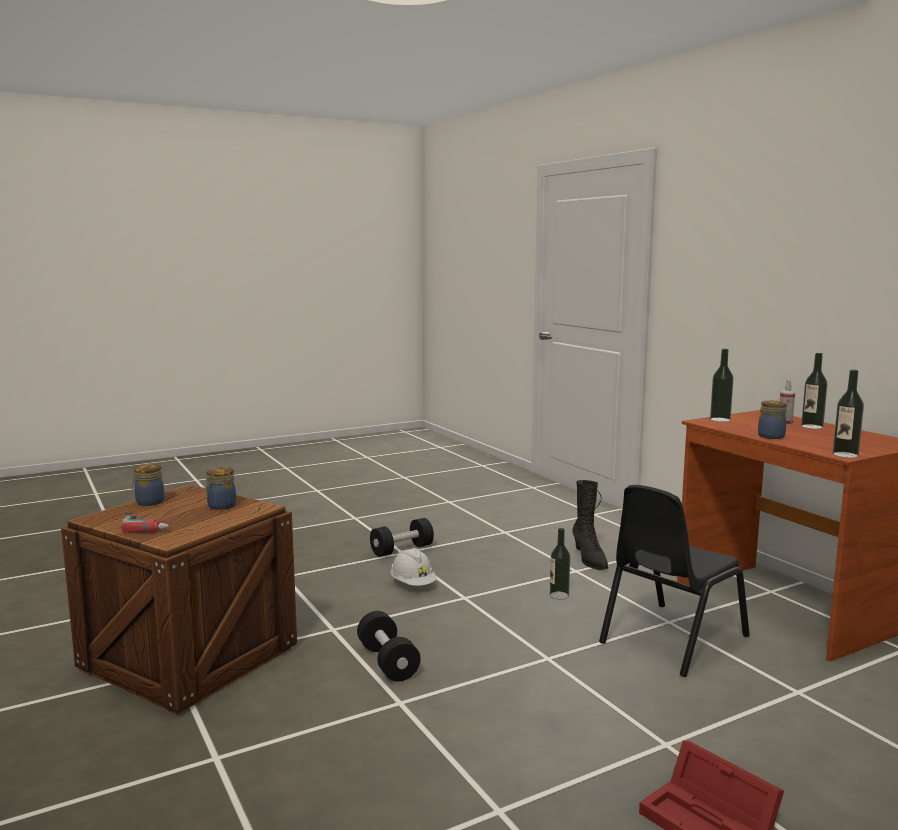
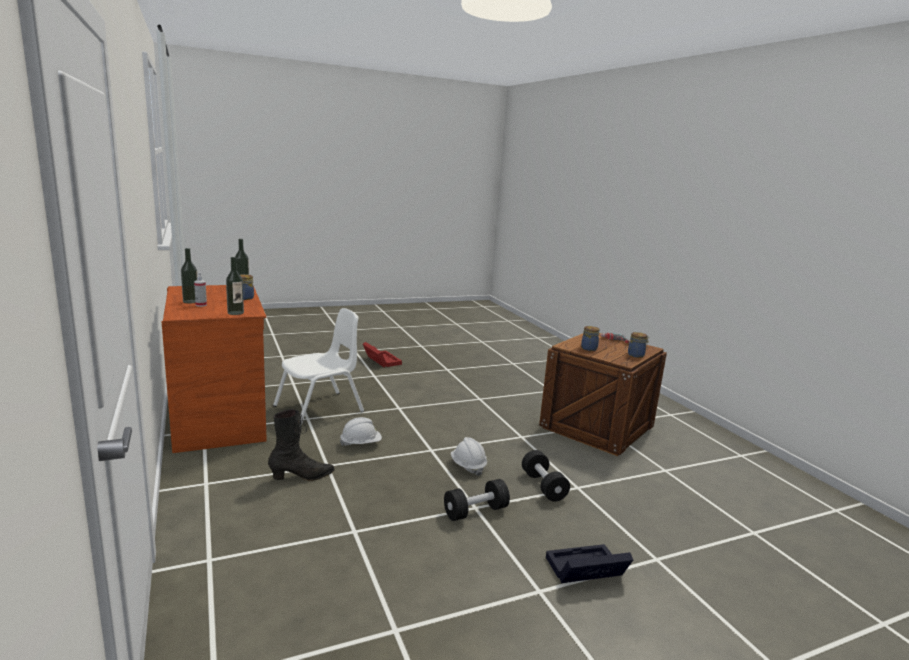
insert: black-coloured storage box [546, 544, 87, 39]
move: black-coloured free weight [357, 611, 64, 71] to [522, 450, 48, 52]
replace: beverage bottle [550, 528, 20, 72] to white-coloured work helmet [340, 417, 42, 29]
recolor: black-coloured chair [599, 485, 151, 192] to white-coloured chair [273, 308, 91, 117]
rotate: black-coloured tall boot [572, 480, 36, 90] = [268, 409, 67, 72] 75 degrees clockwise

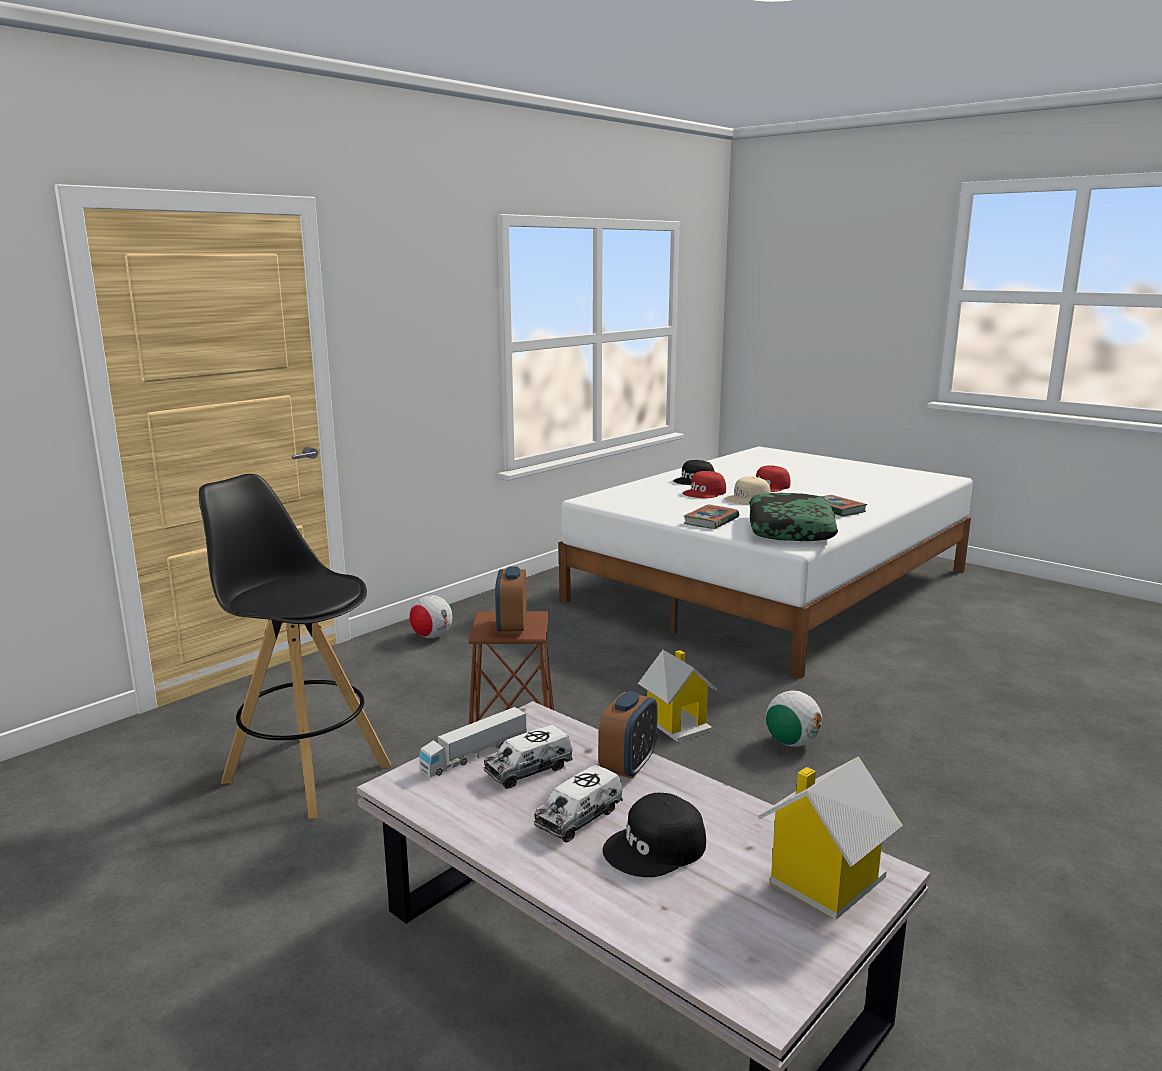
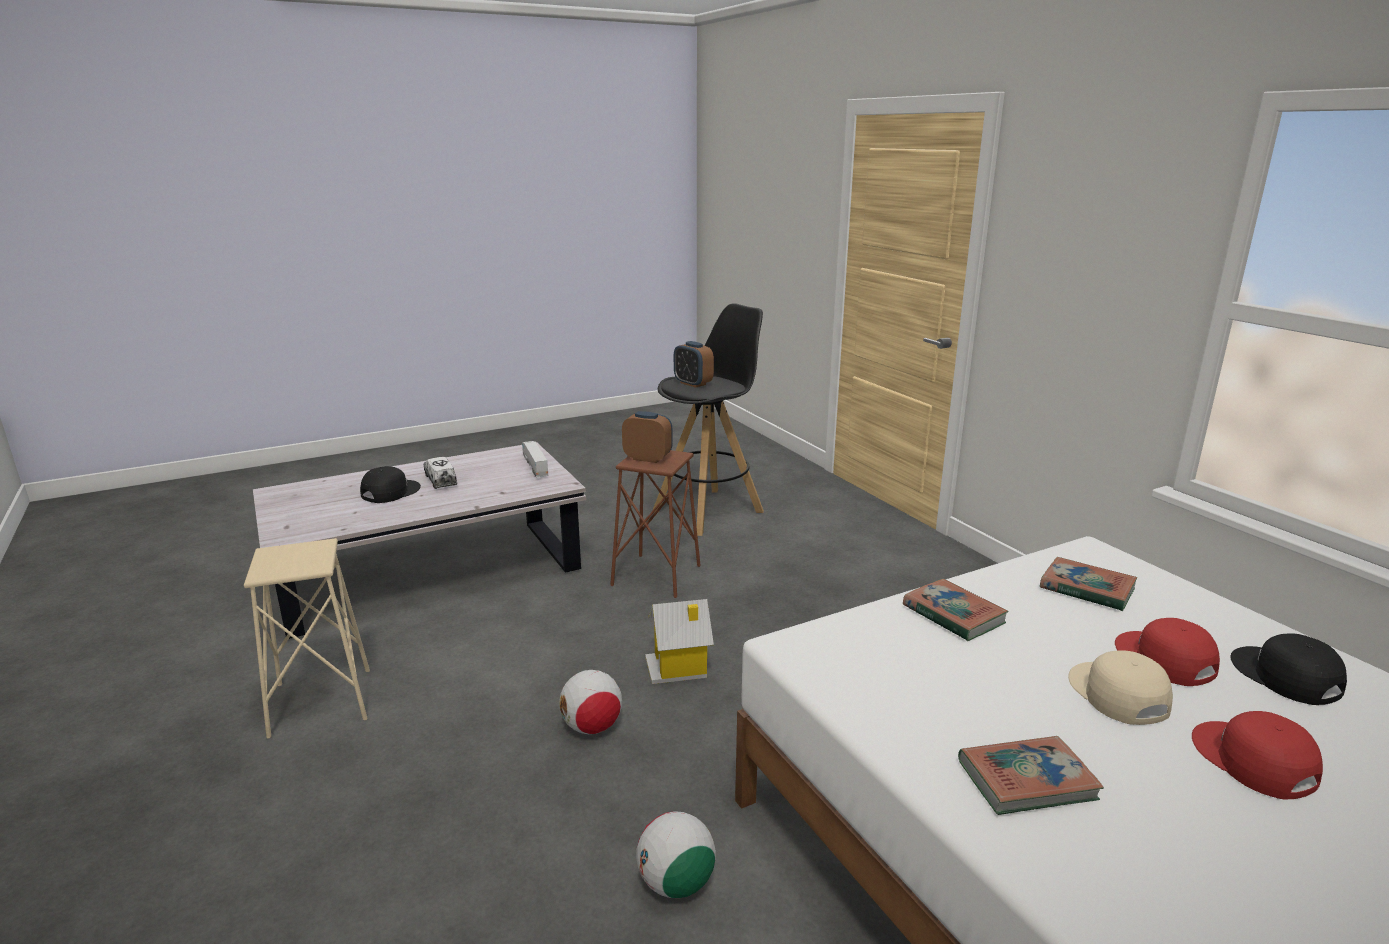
delete: toy lorry [483, 725, 90, 64]; pillow [749, 493, 89, 48]; miniature house [758, 756, 145, 164]
insert: sand-coloured stool [244, 538, 126, 201]; bound book [1040, 557, 97, 54]
move: football ball [409, 595, 44, 43] to [636, 811, 80, 87]; bedside clock [599, 691, 59, 88] to [674, 341, 40, 47]
rotate: black-coloured peaked cap [603, 793, 103, 84] = [360, 466, 61, 37] 45 degrees clockwise

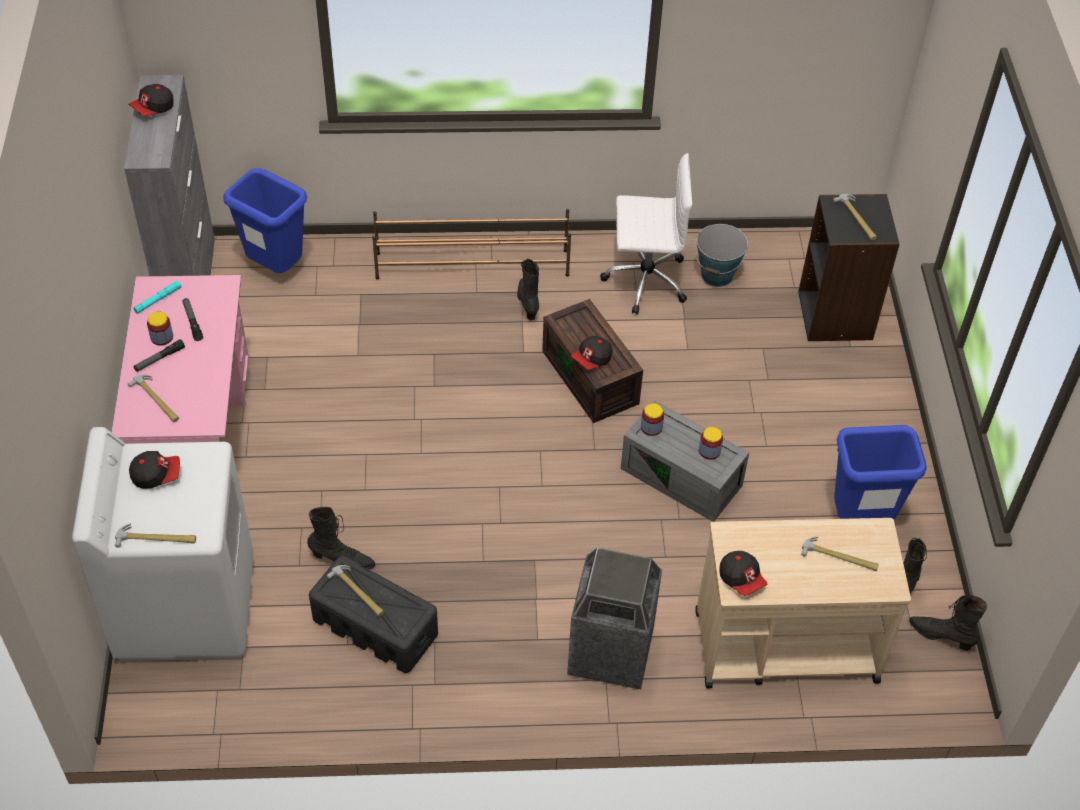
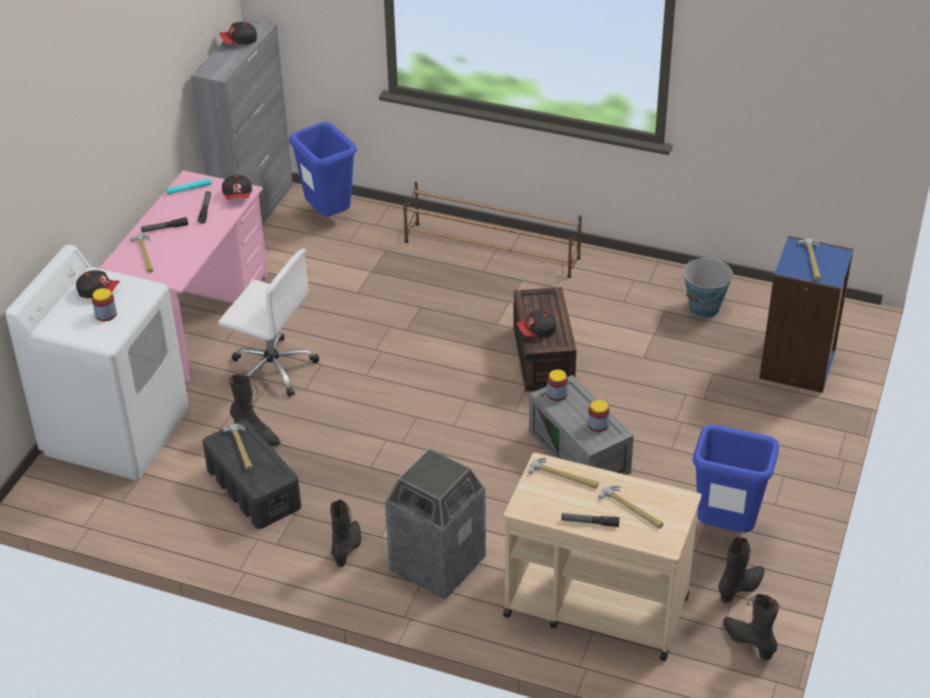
insert: flashlight [561, 513, 59, 14]
move: tool hammer [115, 524, 81, 24] to [528, 458, 71, 31]; jar [147, 311, 26, 35] to [92, 288, 25, 33]; black-coloured tall boot [517, 258, 22, 62] to [330, 499, 31, 68]; white-coloured desk chair [600, 153, 93, 162] to [218, 249, 101, 148]; peaked cap [719, 551, 48, 45] to [222, 175, 30, 25]
recolor: black-coloured shelving unit [798, 194, 102, 147] to bluish shelving unit [759, 236, 95, 157]

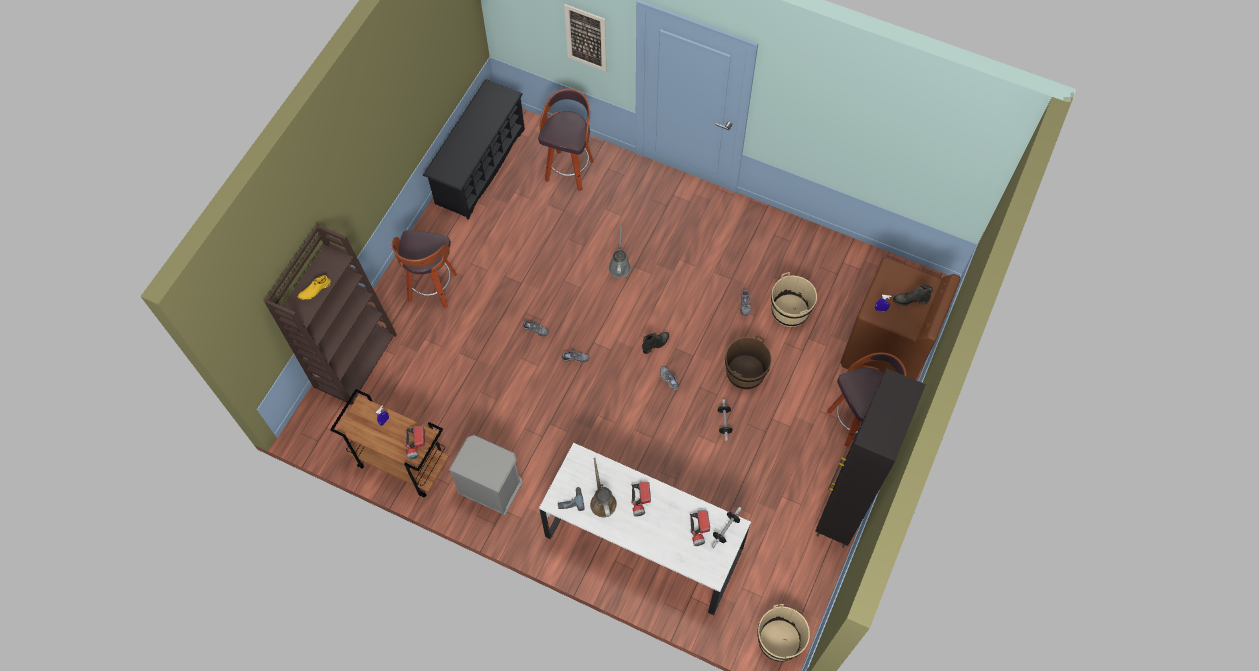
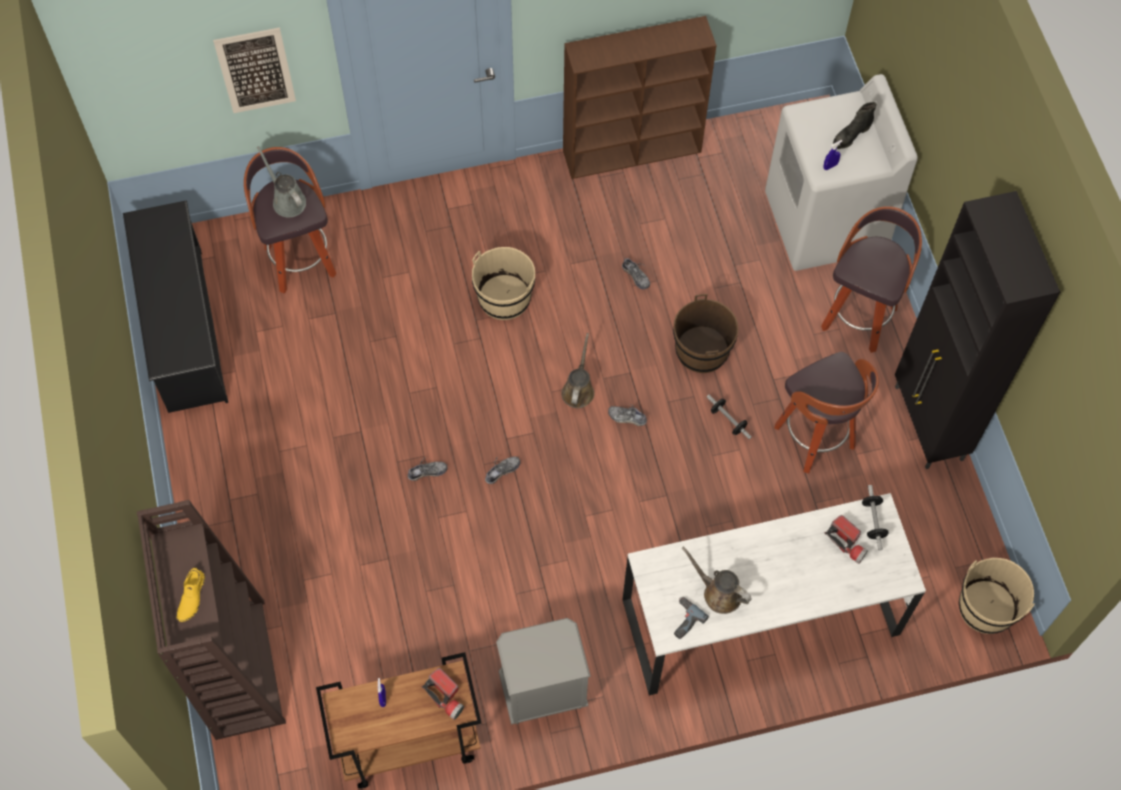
delete: flashlight [632, 482, 19, 35]
insert: brown-coloured shelving unit [563, 16, 154, 163]
move: stool [391, 230, 66, 78] to [774, 352, 105, 121]; gray watering pot [608, 226, 23, 52] to [257, 146, 49, 72]; sand-coloured bucket [771, 272, 46, 55] to [472, 247, 63, 73]
replace: black-coloured tall boot [642, 332, 27, 22] to brown-coloured watering pot [561, 333, 33, 75]
recolor: brown-coloured laundry machine [841, 257, 120, 123] to white-coloured laundry machine [765, 74, 153, 197]

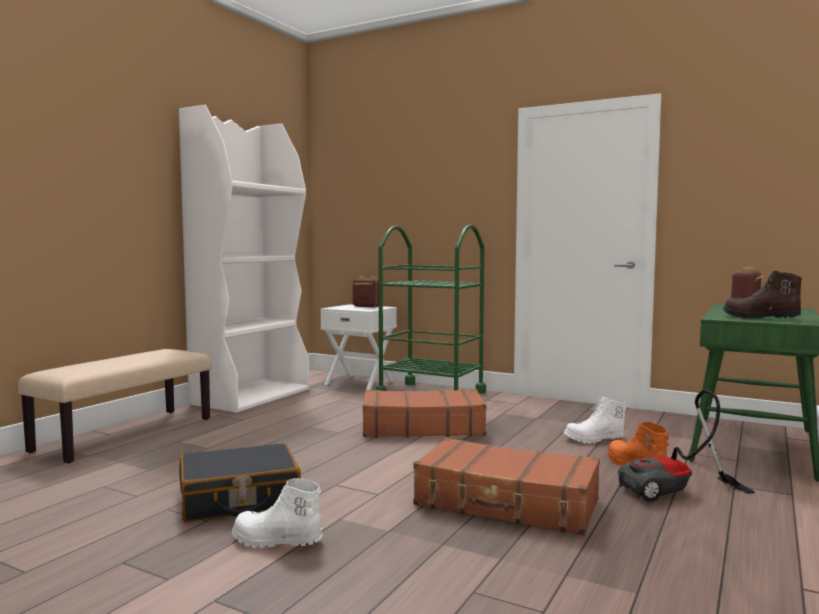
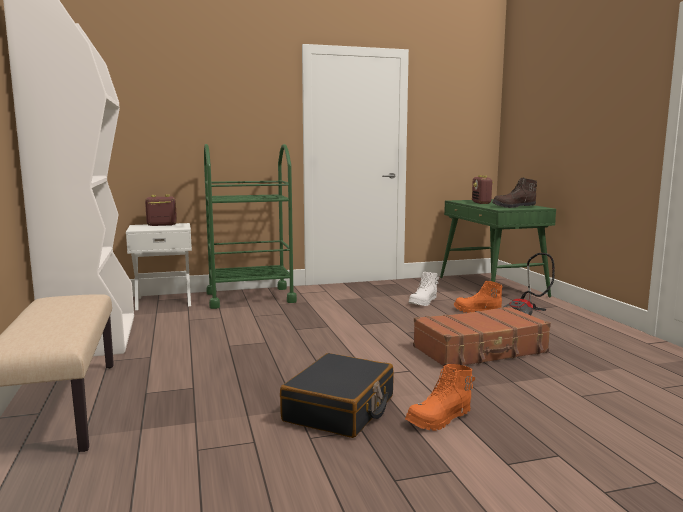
delete: brown-coloured piece of luggage [363, 389, 124, 49]
recolor: white-coloured tall boot [232, 478, 91, 70] to orange-coloured tall boot [405, 364, 70, 67]

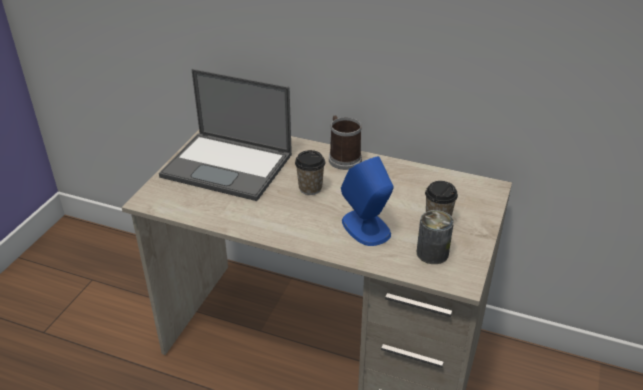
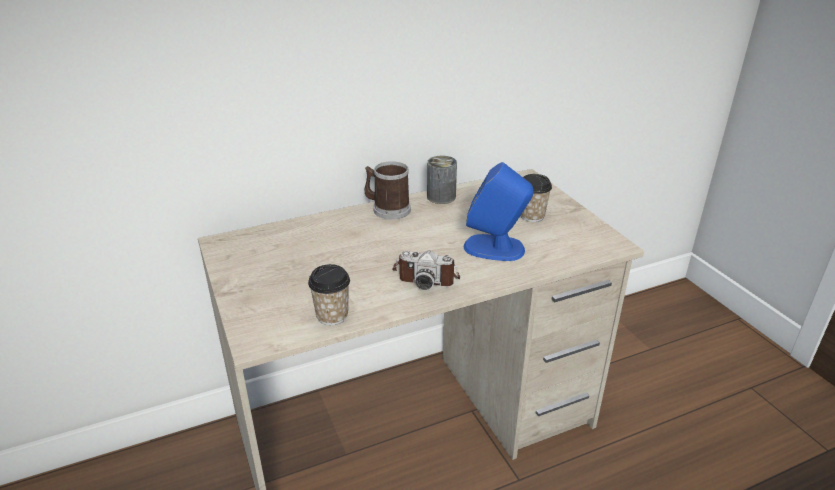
delete: portable computer [159, 69, 133, 132]
insert: still camera [392, 250, 68, 40]
move: cup [295, 150, 30, 45] to [308, 264, 42, 61]; metal can [417, 210, 37, 54] to [427, 156, 30, 48]

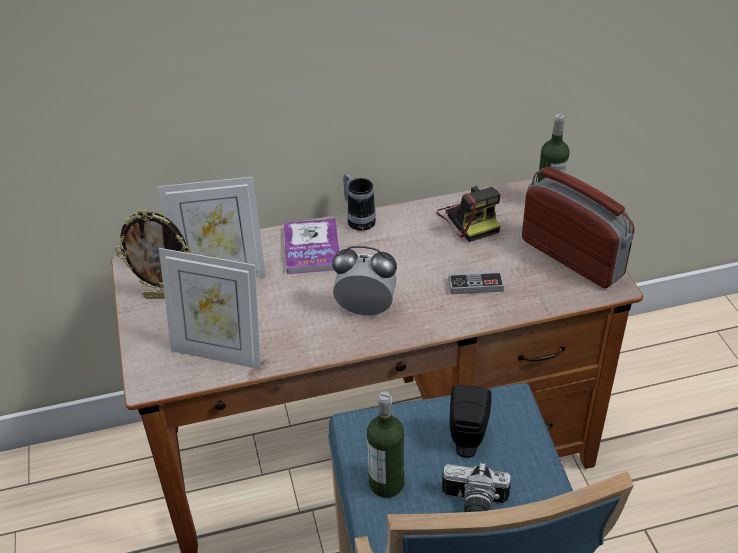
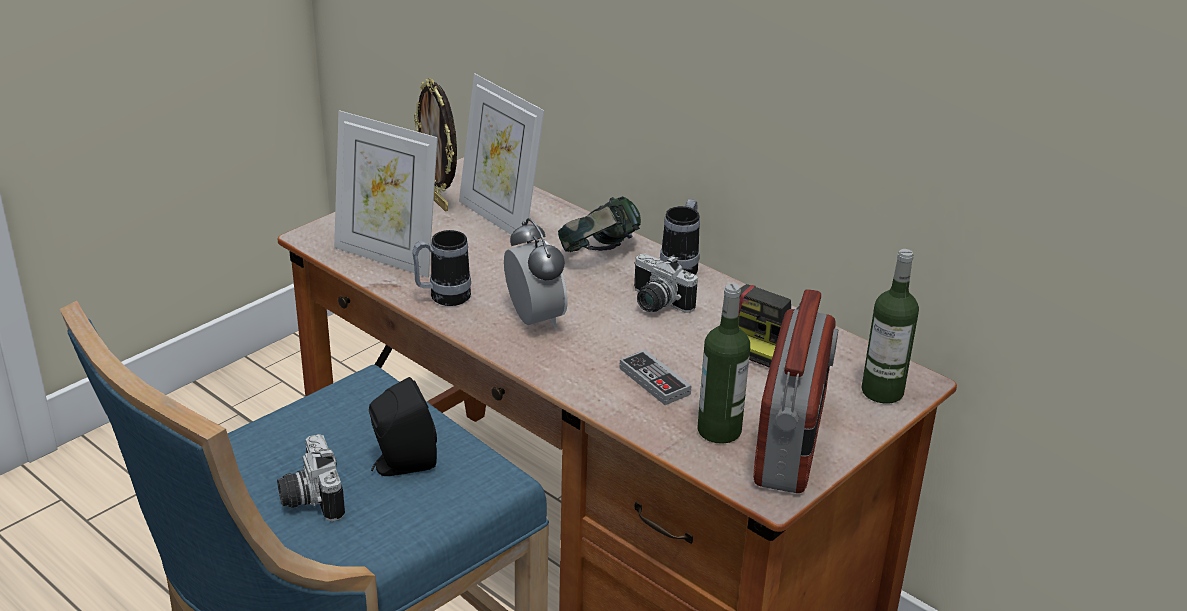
insert: mug [412, 230, 59, 76]; still camera [634, 254, 64, 59]
move: beverage bottle [367, 392, 37, 106] to [698, 283, 52, 161]
replace: bound book [284, 218, 55, 56] to pair of headphones [558, 196, 83, 56]
rotate: photo frame [159, 248, 102, 121] = [334, 110, 104, 168] 45 degrees counterclockwise

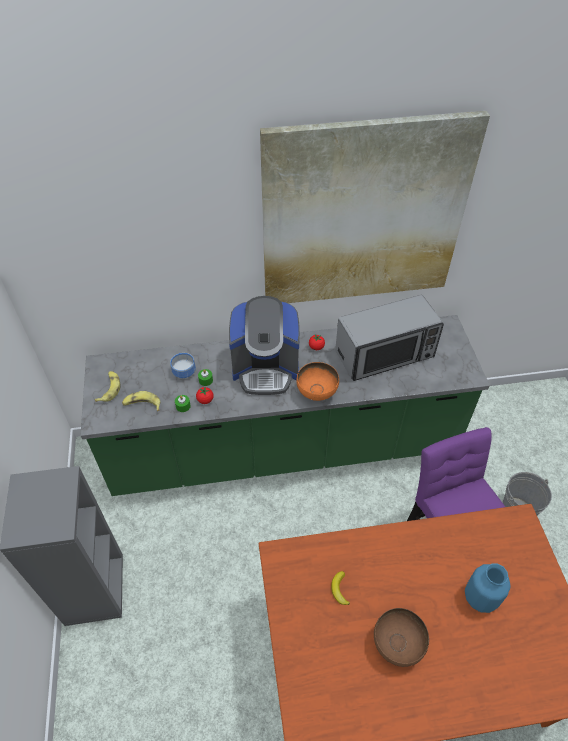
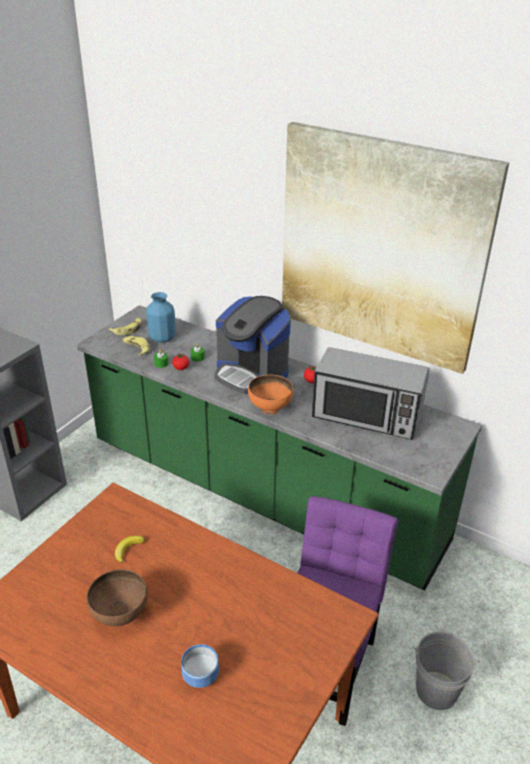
move: serving bowl [170, 353, 26, 25] to [181, 644, 38, 44]; bluish decorative vase [465, 563, 46, 50] to [146, 292, 30, 51]

